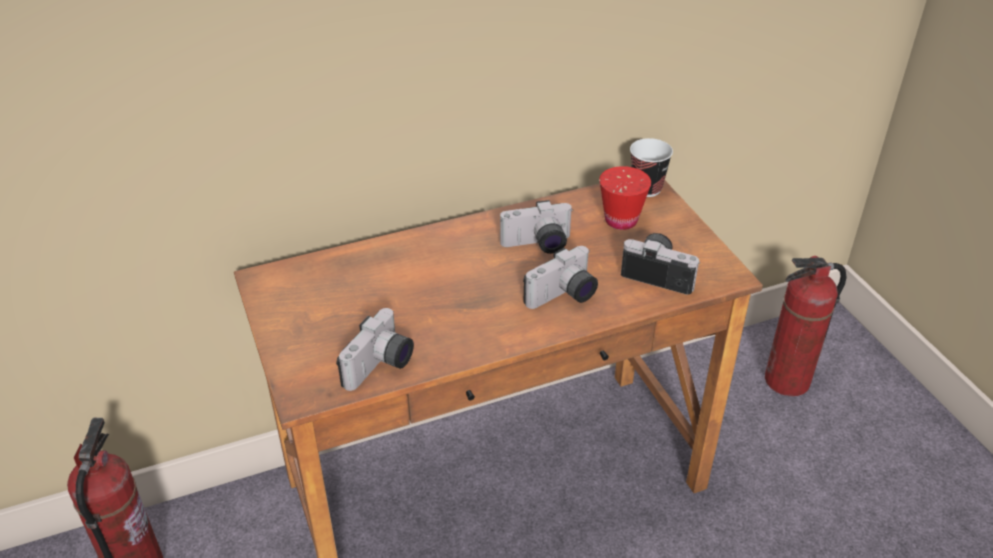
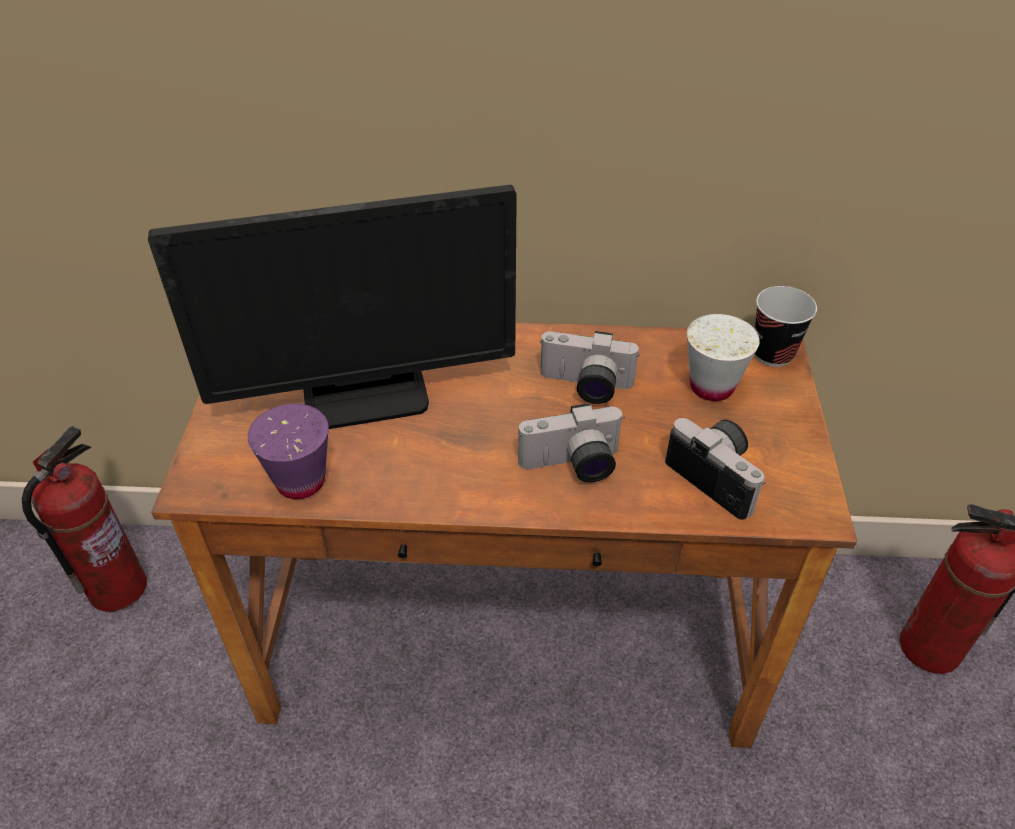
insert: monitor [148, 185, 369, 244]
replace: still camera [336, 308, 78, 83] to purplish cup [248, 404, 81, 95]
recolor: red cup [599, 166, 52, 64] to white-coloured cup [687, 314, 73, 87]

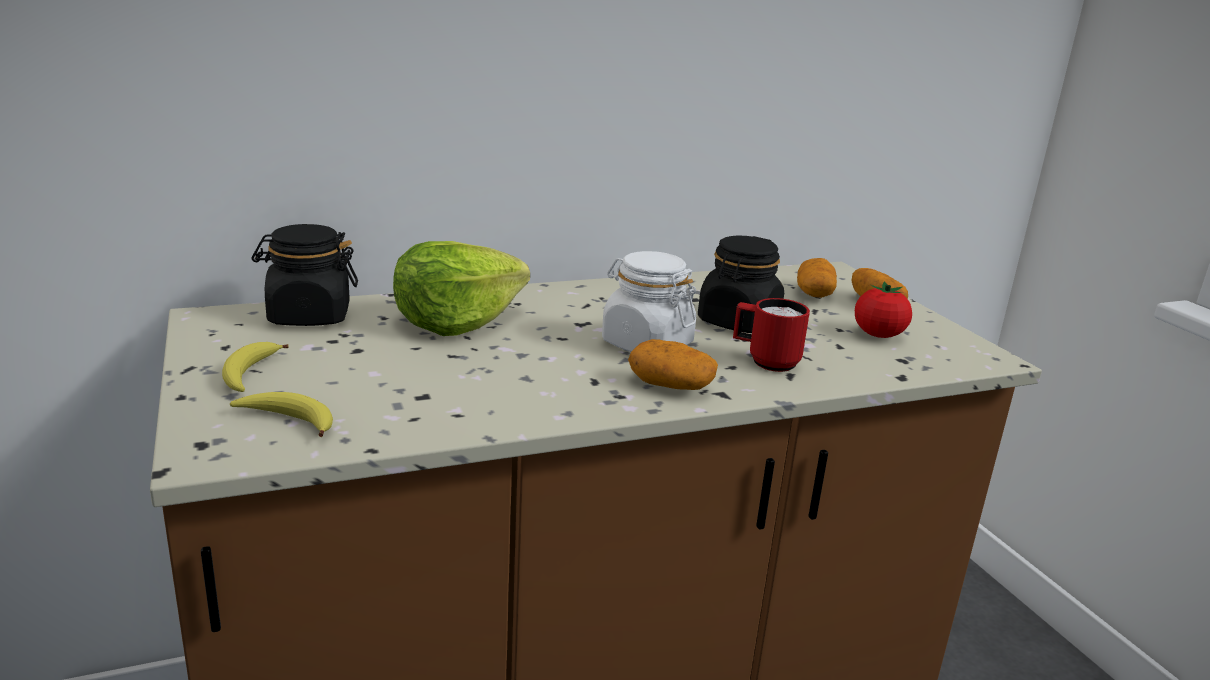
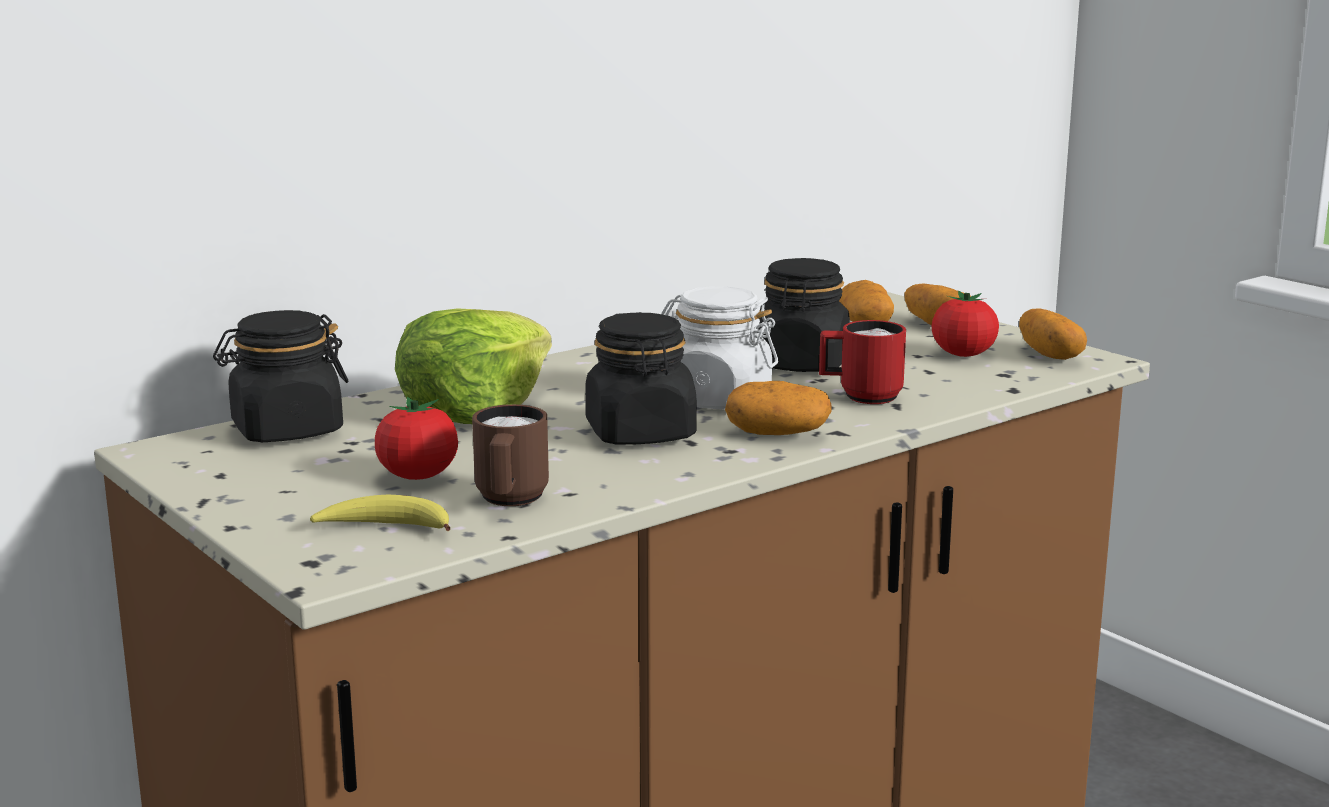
delete: whole banana [222, 342, 67, 50]
insert: fresh tomato [375, 397, 83, 83]; brown-coloured mug [472, 404, 77, 102]; black-coloured jar [585, 312, 112, 132]; spud [1019, 309, 68, 51]

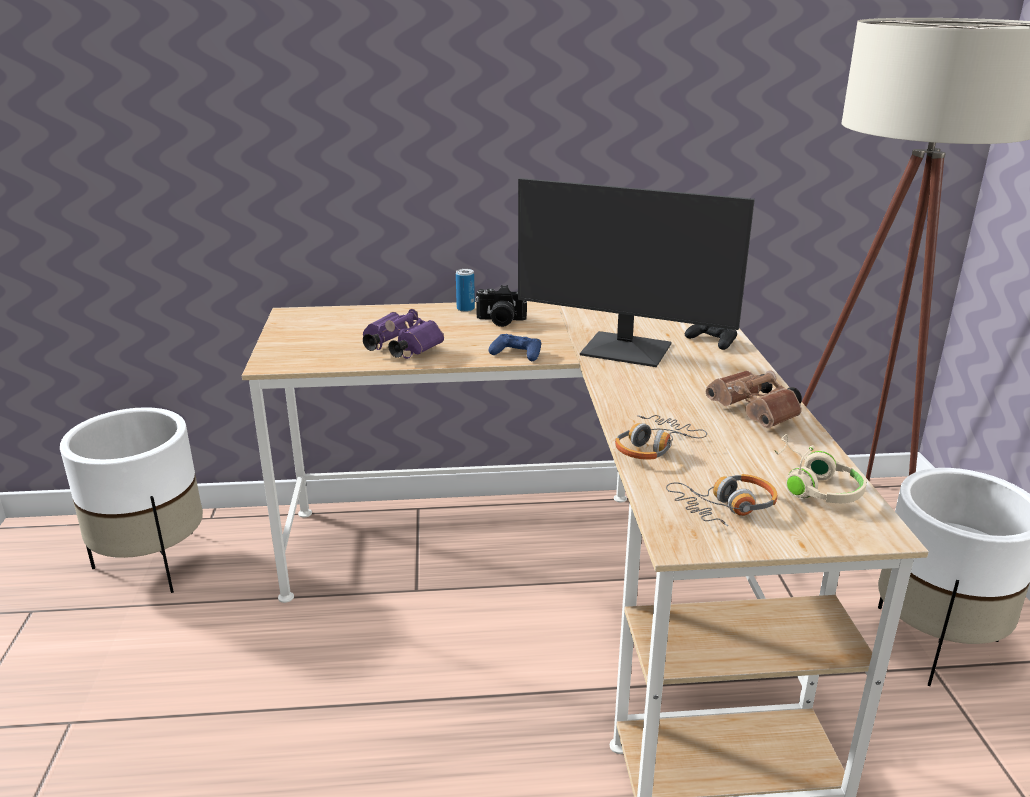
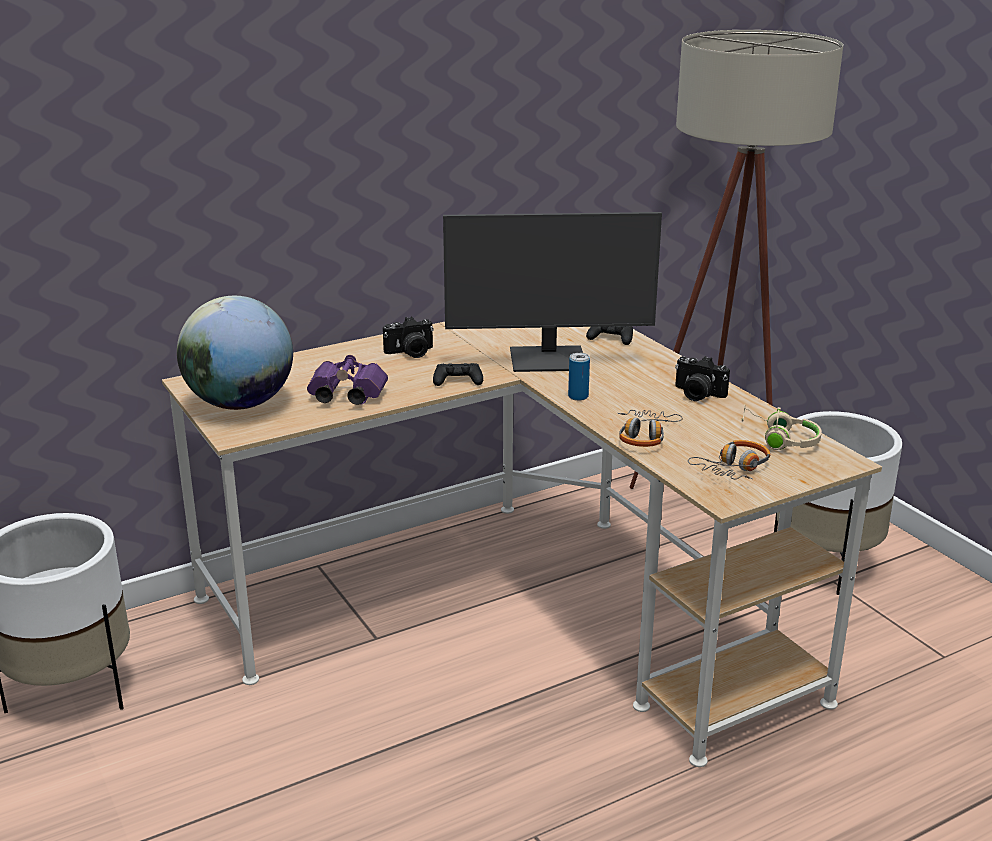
insert: desk globe [177, 296, 116, 114]
move: metal can [456, 269, 19, 43] to [568, 353, 22, 48]
replace: brown-coloured pair of binoculars [706, 370, 96, 58] to still camera [675, 356, 55, 45]
recolor: bluish game controller [489, 334, 52, 27] to black-coloured game controller [433, 363, 50, 23]

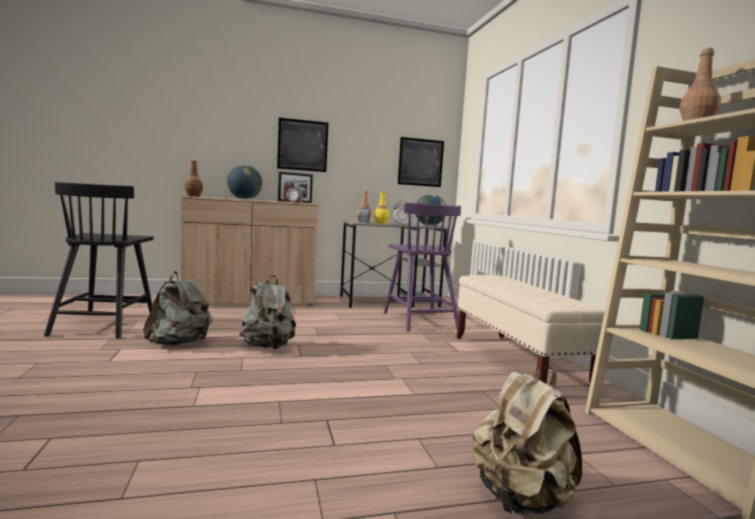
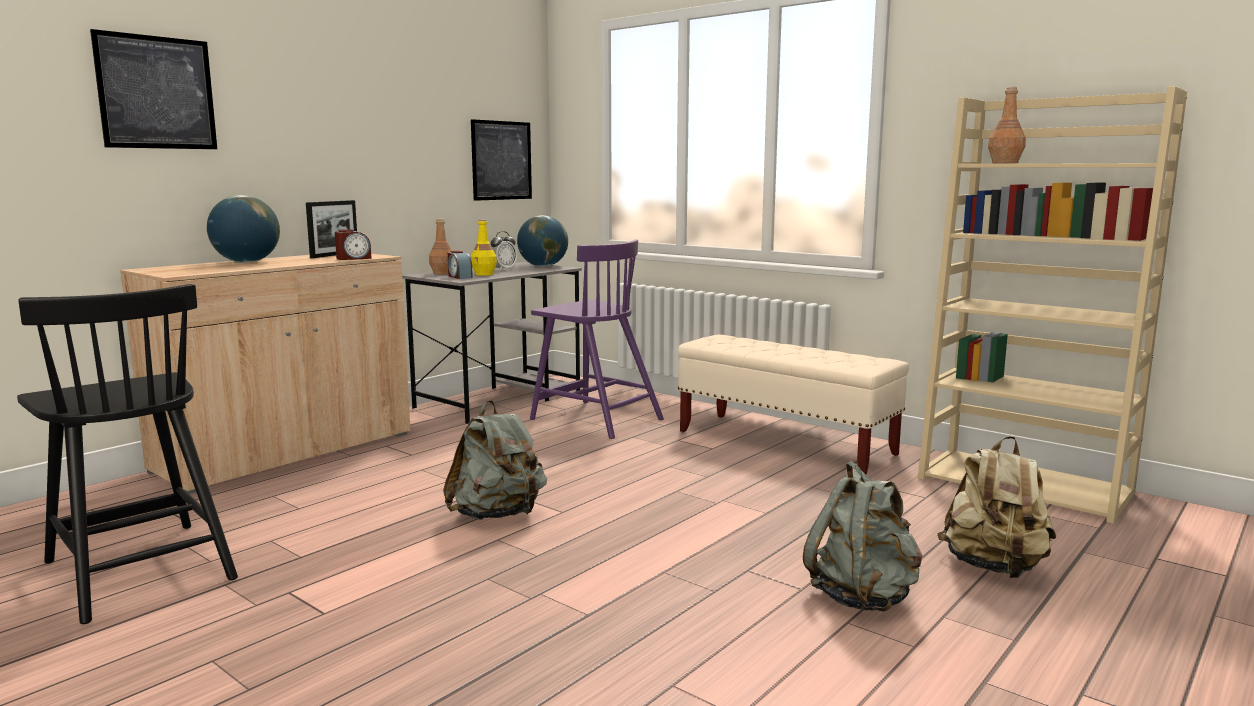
delete: brown-coloured beverage bottle [185, 160, 18, 37]
move: gray knapsack [143, 271, 70, 75] to [803, 461, 119, 151]; wall art [277, 118, 51, 54] to [90, 29, 127, 120]

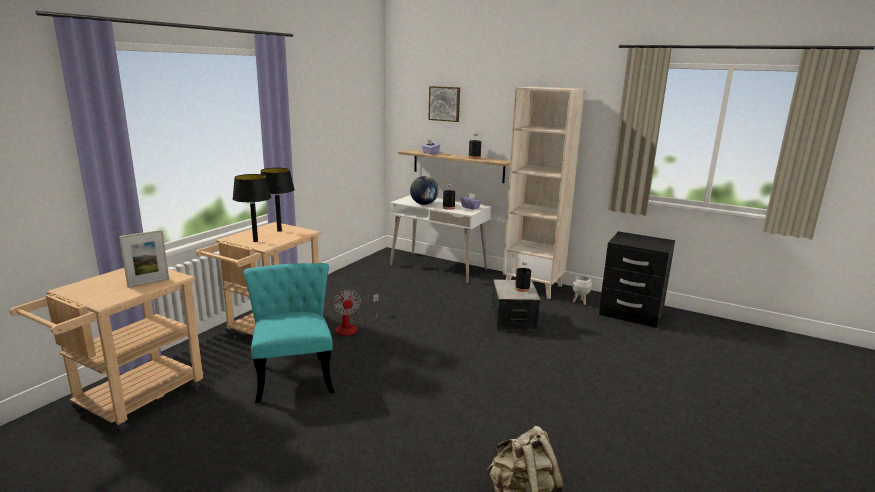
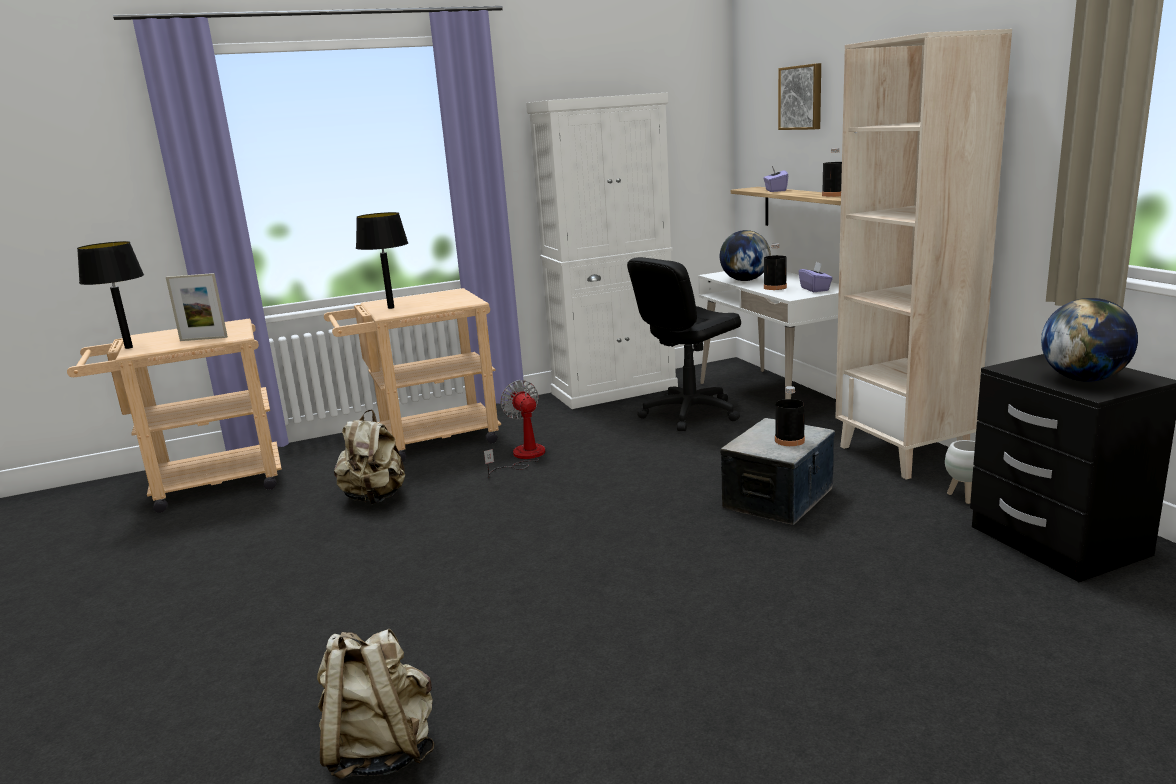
insert: white-coloured storage cabinet [526, 92, 152, 317]; black-coloured desk chair [627, 257, 114, 174]; desk globe [1041, 298, 97, 84]
move: black-coloured table lamp [261, 168, 34, 64] to [77, 241, 67, 108]
replace: blue-green chair [244, 263, 90, 140] to sand-coloured knapsack [334, 410, 71, 94]
rotate: electric fan [333, 290, 45, 46] = [484, 380, 61, 98] 135 degrees clockwise

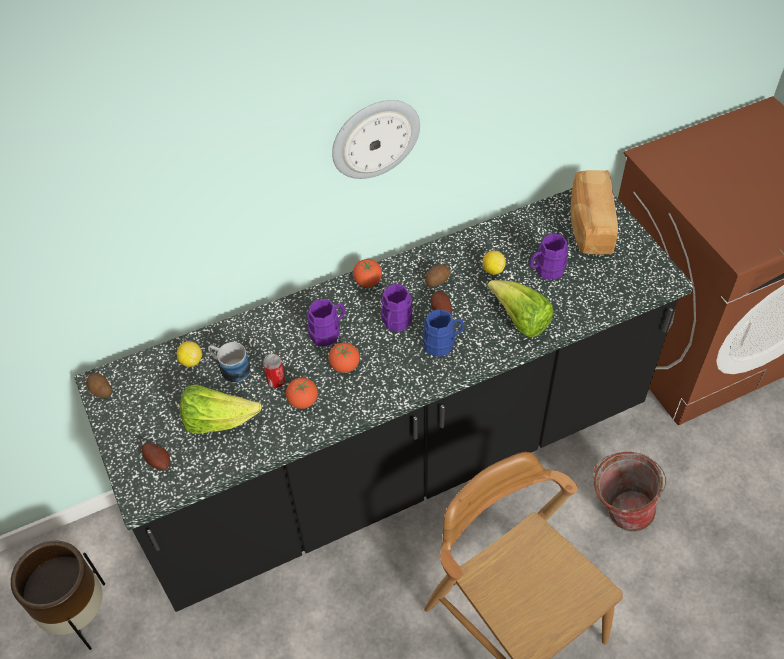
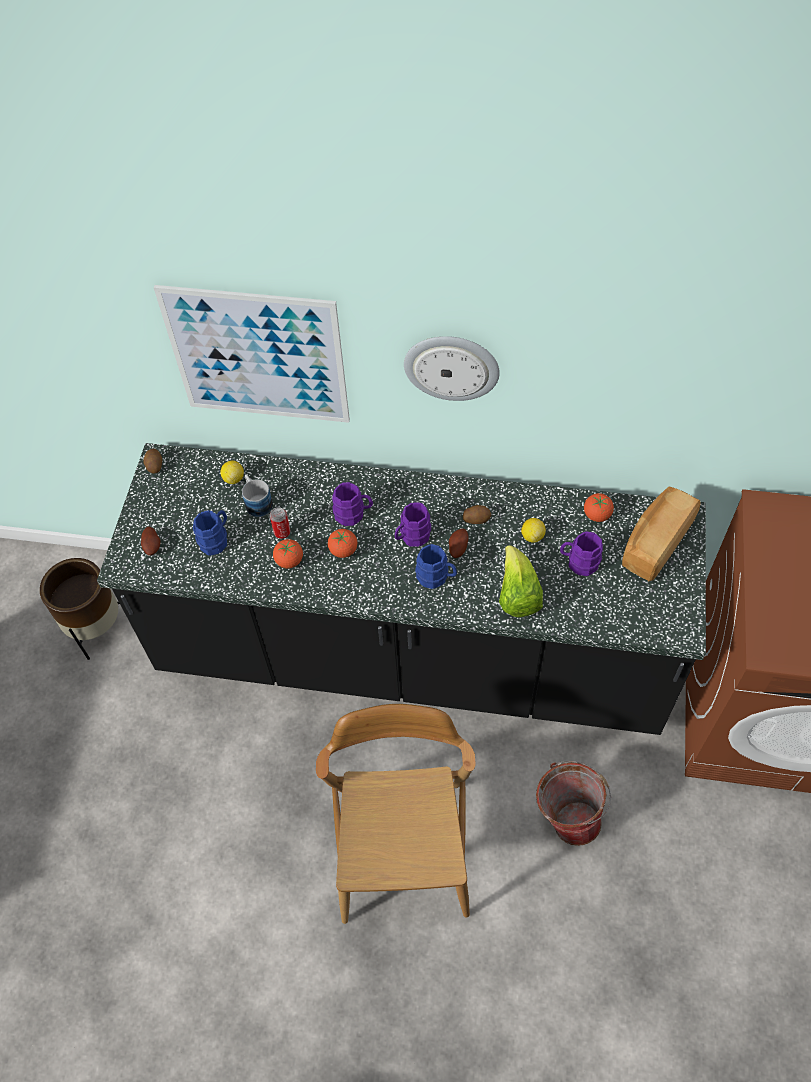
insert: wall art [153, 285, 197, 138]
move: fresh tomato [353, 259, 29, 28] to [584, 493, 30, 29]
replace: lettuce head [180, 384, 82, 50] to bluish mug [193, 510, 34, 46]

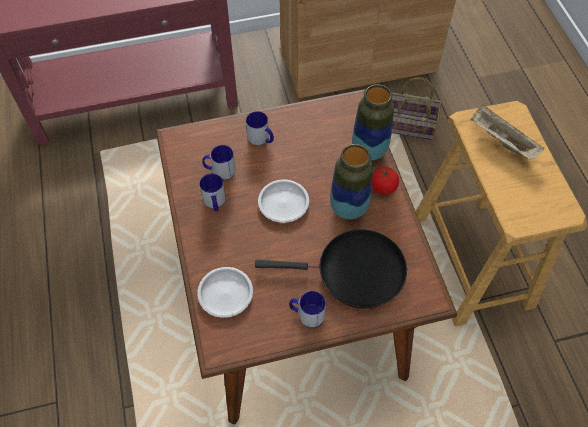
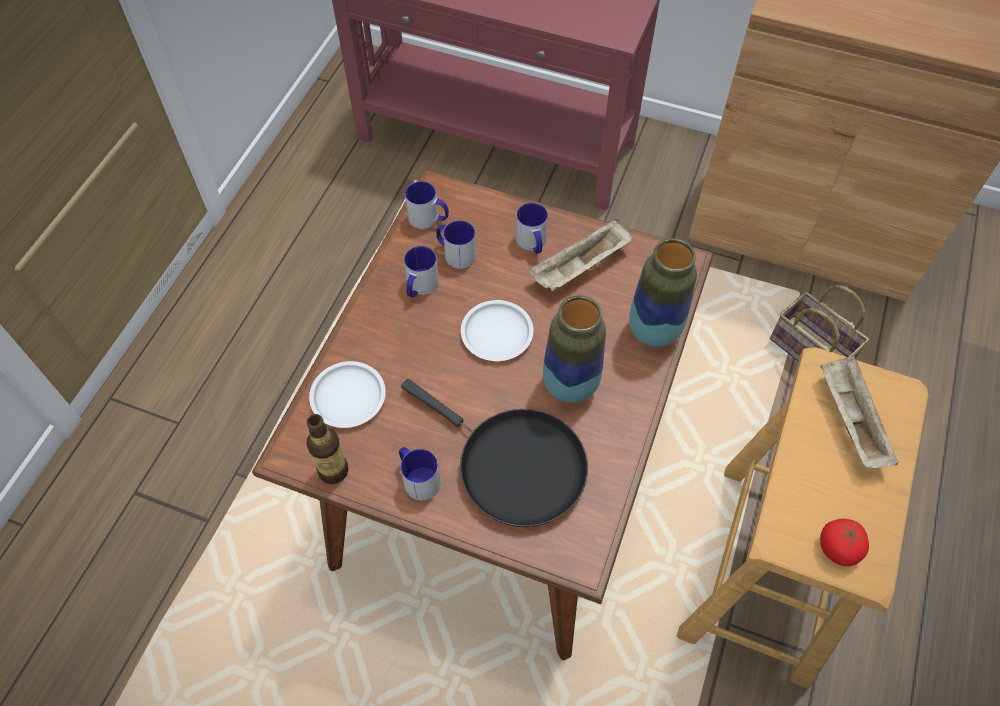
insert: beverage bottle [306, 414, 43, 70]; mug [405, 181, 44, 48]; sand-coloured tray [529, 219, 103, 72]
move: fresh tomato [372, 167, 27, 28] to [820, 519, 49, 47]

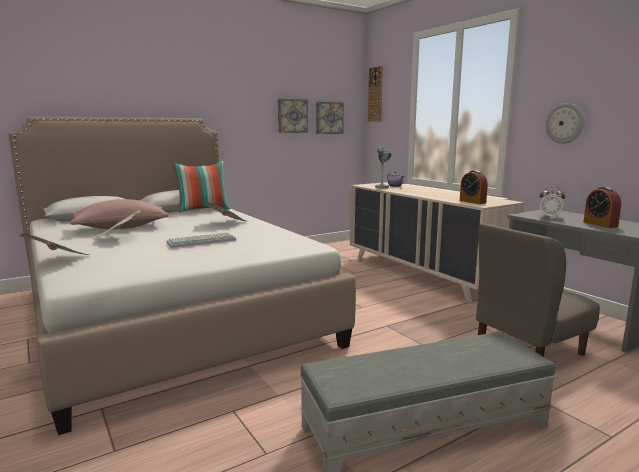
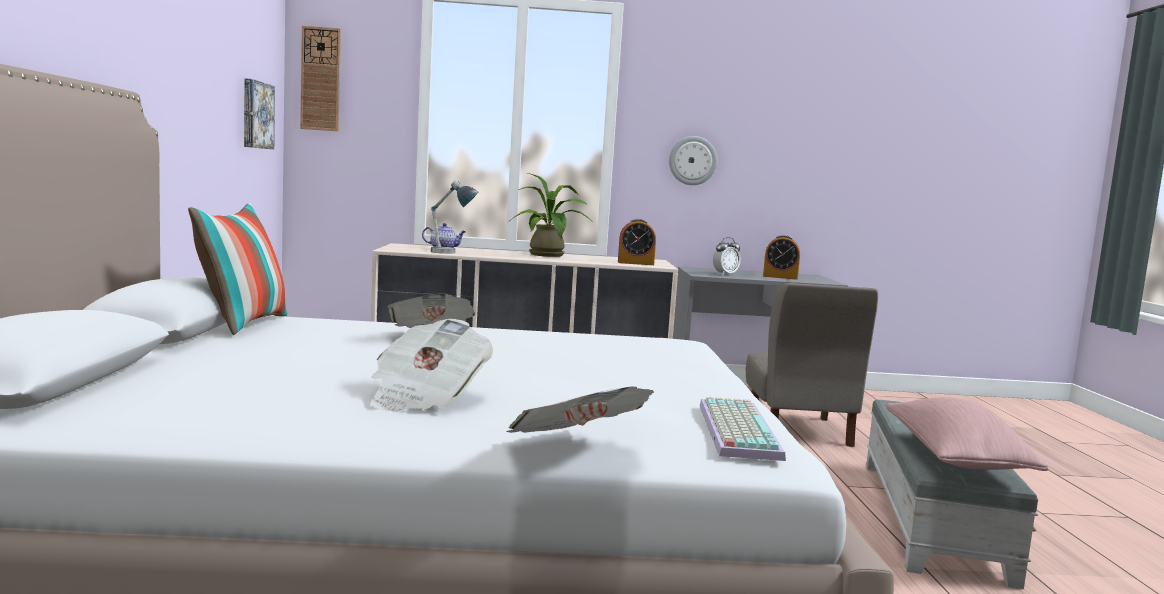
delete: wall art [278, 99, 30, 34]
insert: houseplant [508, 173, 85, 84]
move: pinkish pillow [70, 199, 99, 30] to [886, 397, 162, 74]; PC keyboard [167, 232, 69, 16] to [700, 397, 86, 64]

